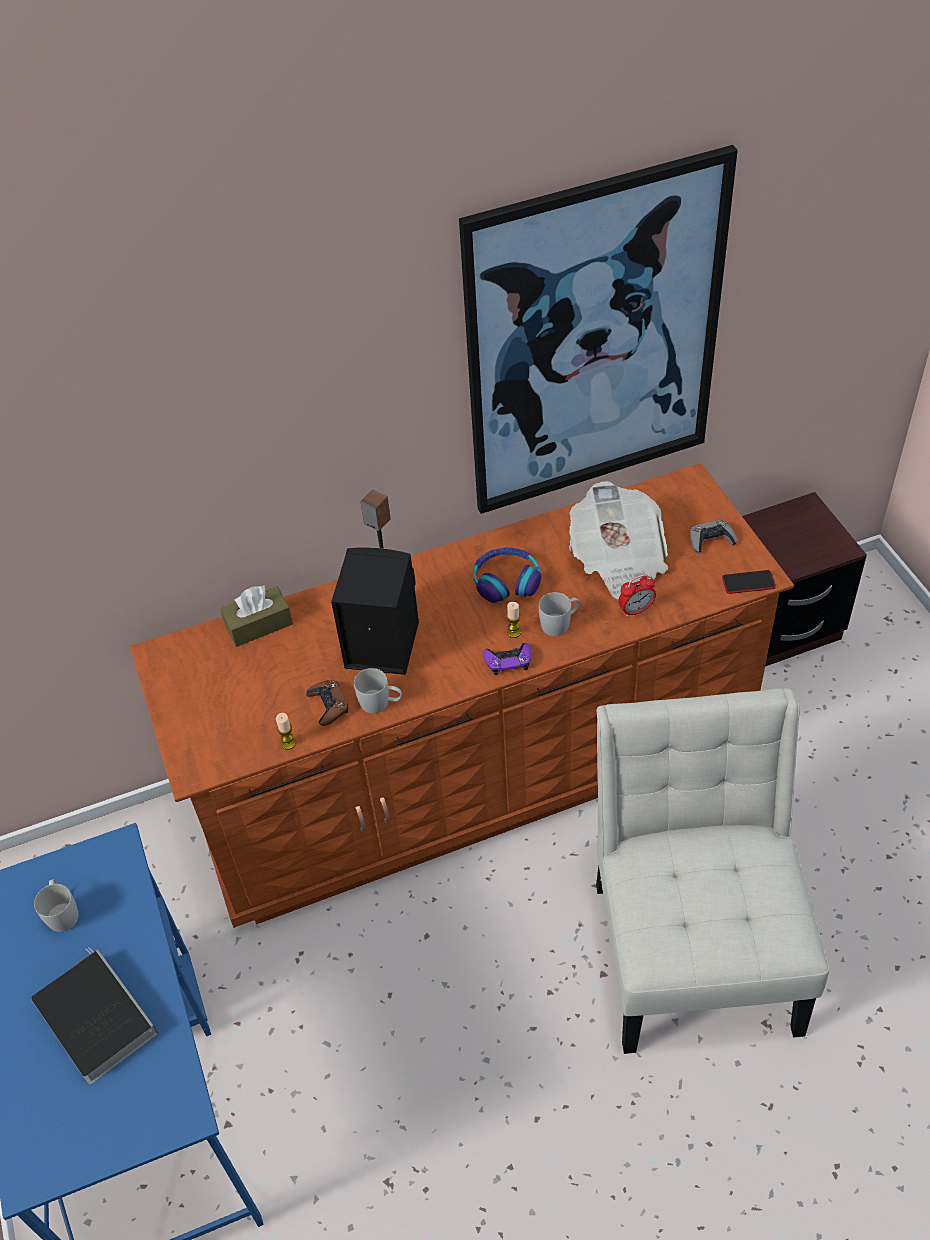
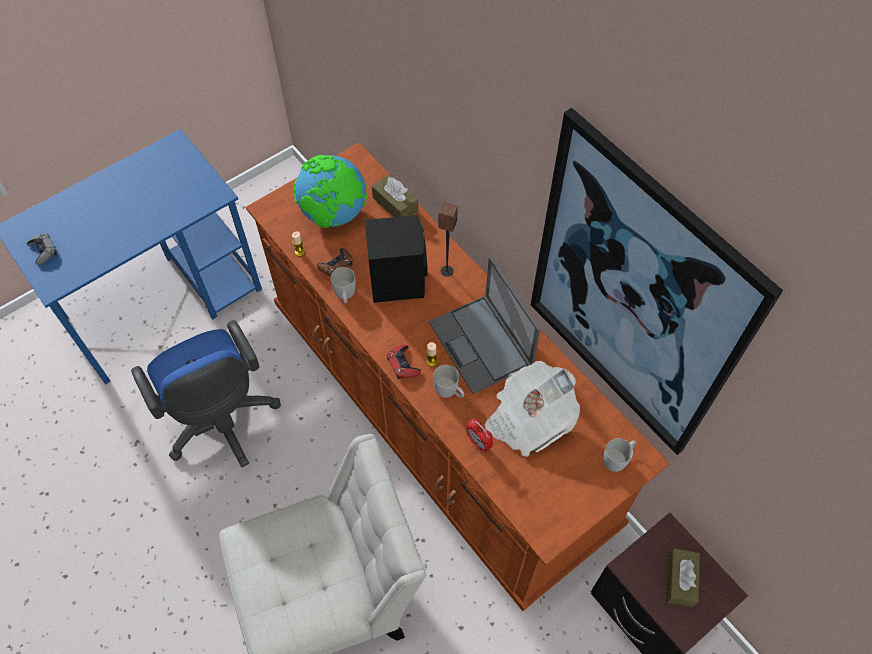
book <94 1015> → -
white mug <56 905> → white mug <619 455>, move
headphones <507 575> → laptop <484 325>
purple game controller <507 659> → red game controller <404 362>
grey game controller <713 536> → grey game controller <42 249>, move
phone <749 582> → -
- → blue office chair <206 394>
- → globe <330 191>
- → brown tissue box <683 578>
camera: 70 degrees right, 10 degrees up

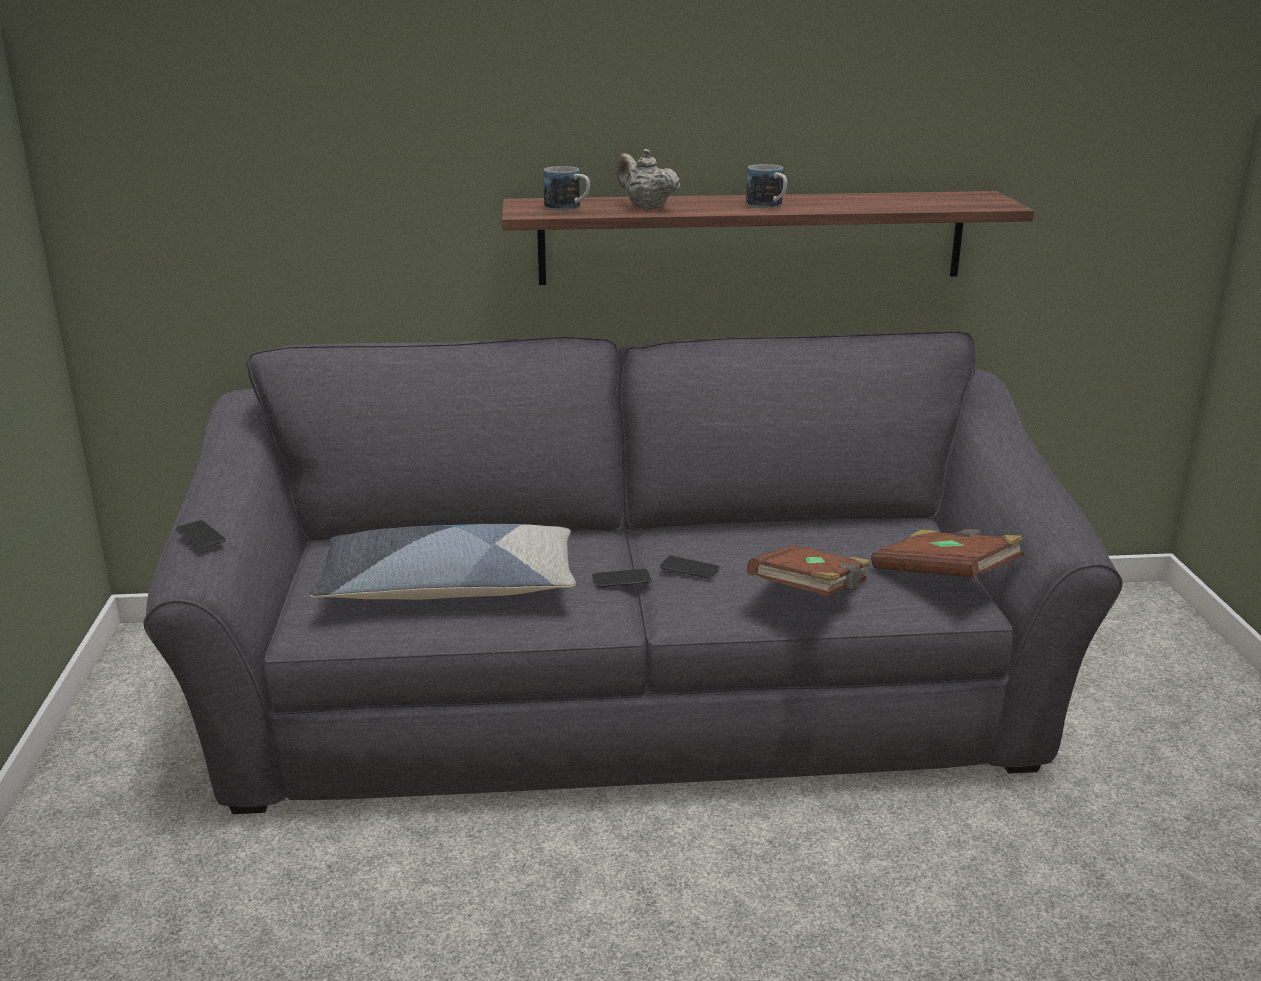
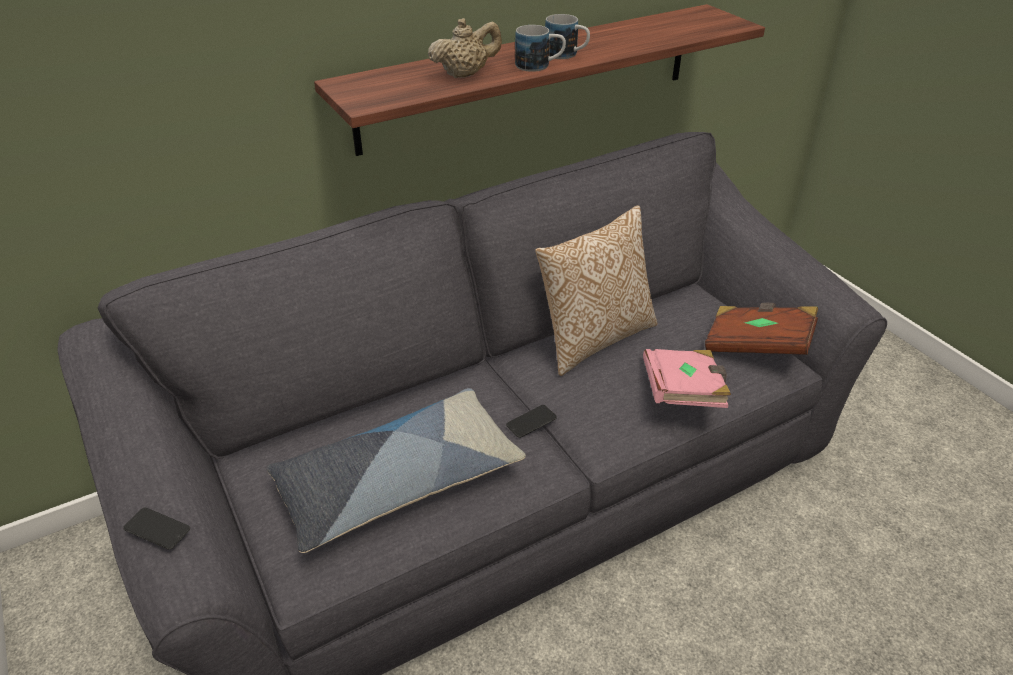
mug <567 188> → mug <540 48>, move
beige teapot <648 179> → beige teapot <465 48>, 135 degrees clockwise
phone <690 567> → -
brown book <809 571> → pink book <687 378>
- → pillow <596 290>
camera: 25 degrees left, 15 degrees up

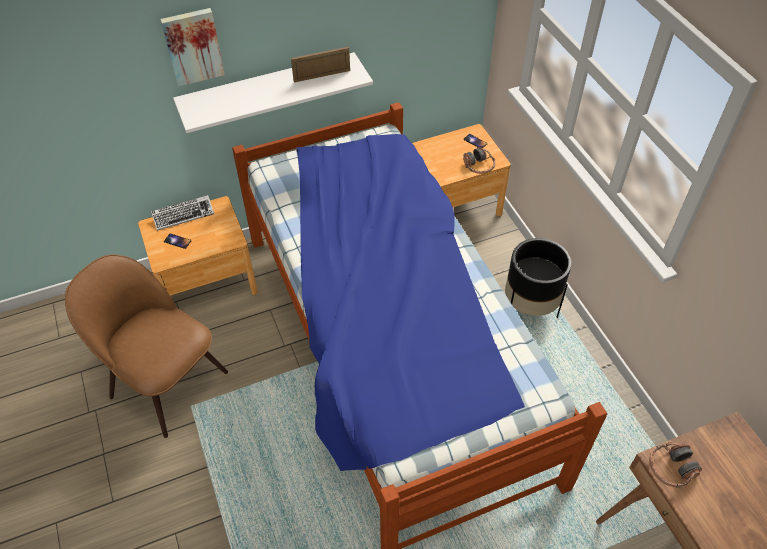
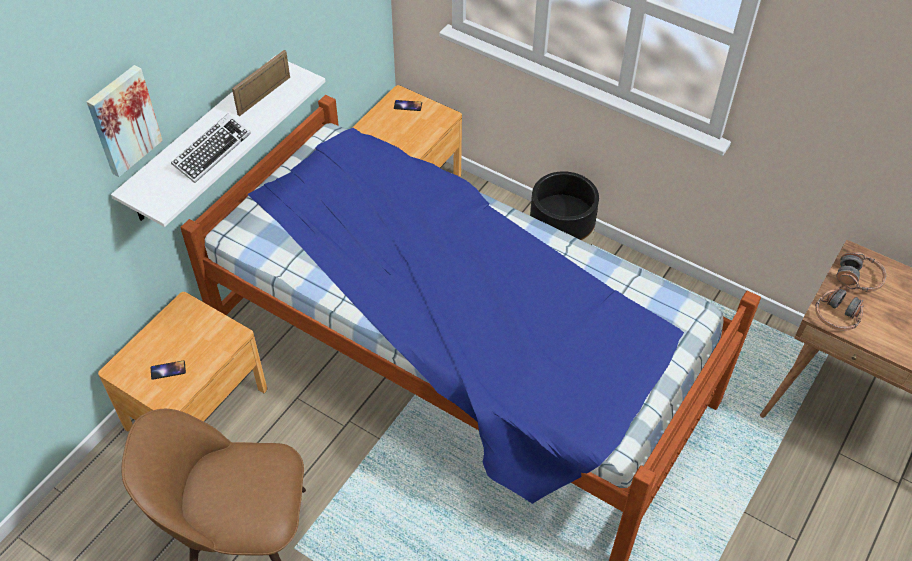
keyboard <182 213> → keyboard <211 148>, move
headphones <479 160> → headphones <861 271>, move
camera: 35 degrees left, 0 degrees up

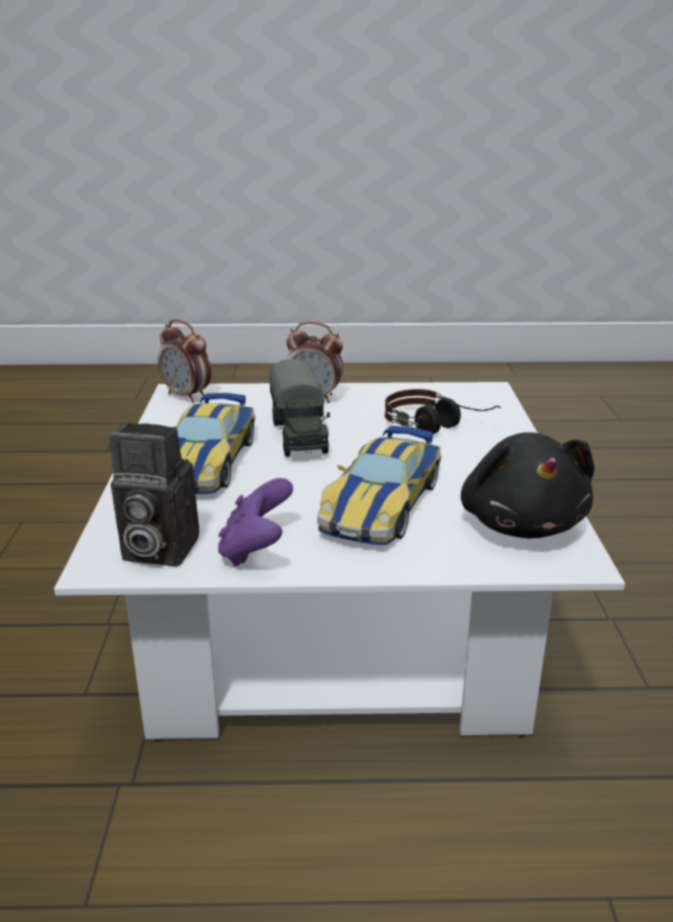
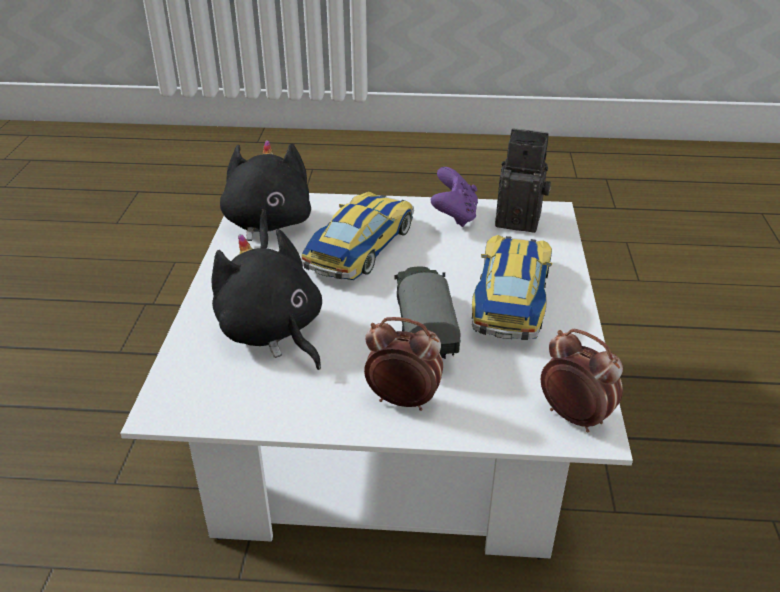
headphones <443 411> → black plush toy <266 299>
camera: 175 degrees left, 10 degrees up

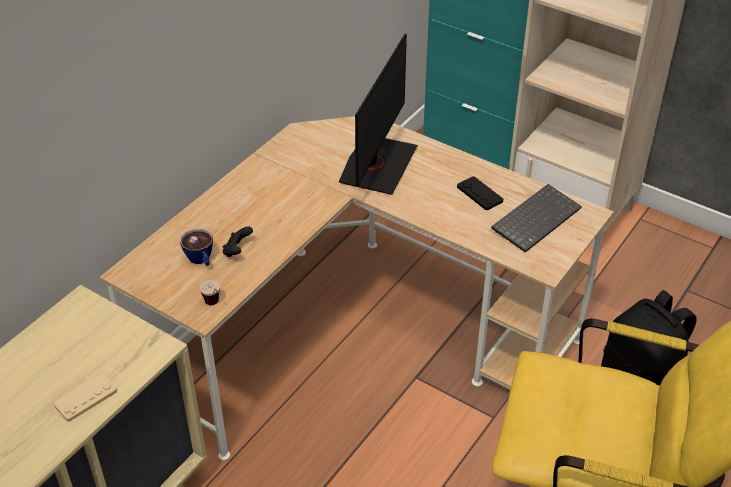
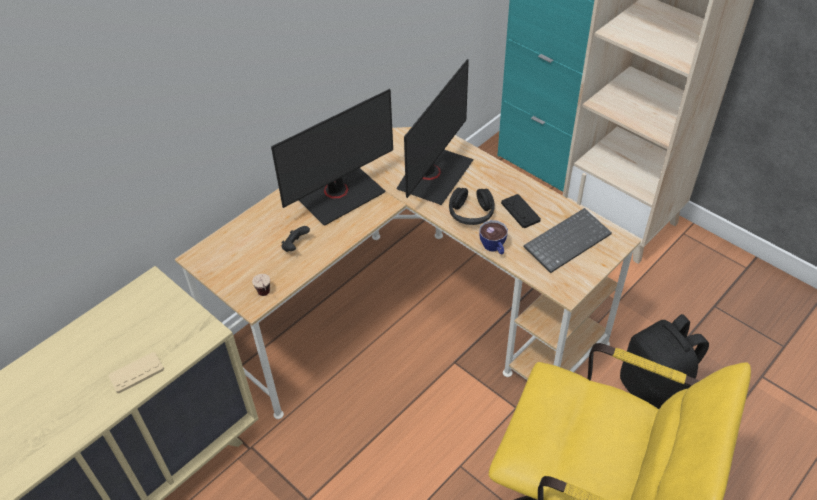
cup <196 247> → cup <493 237>, move
- → monitor <332 157>
- → black headphones <471 206>
camera: 10 degrees right, 5 degrees up

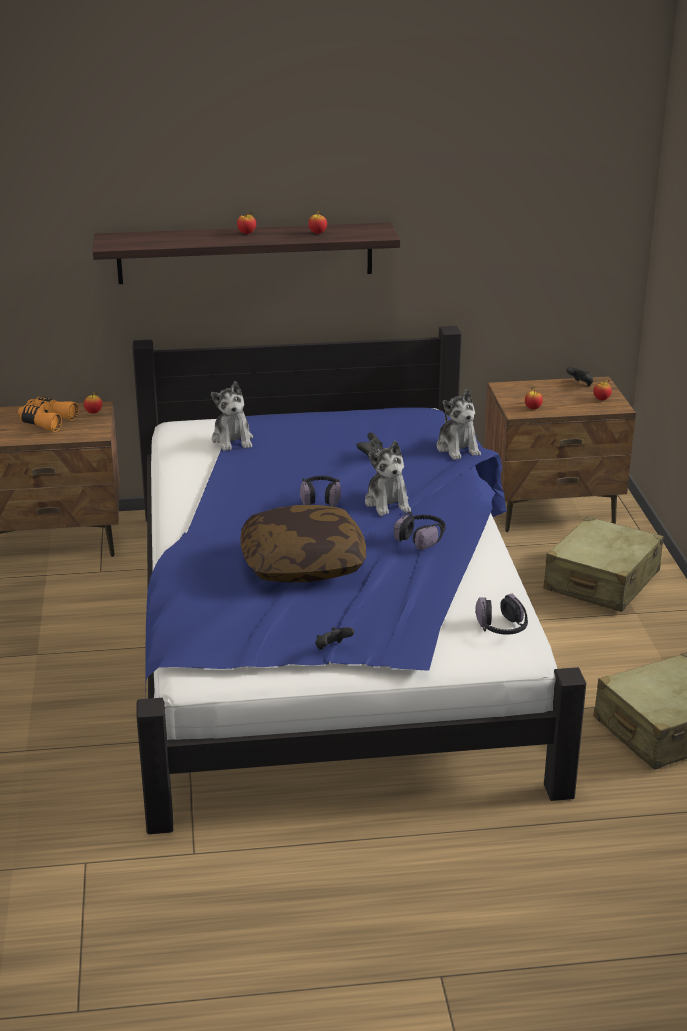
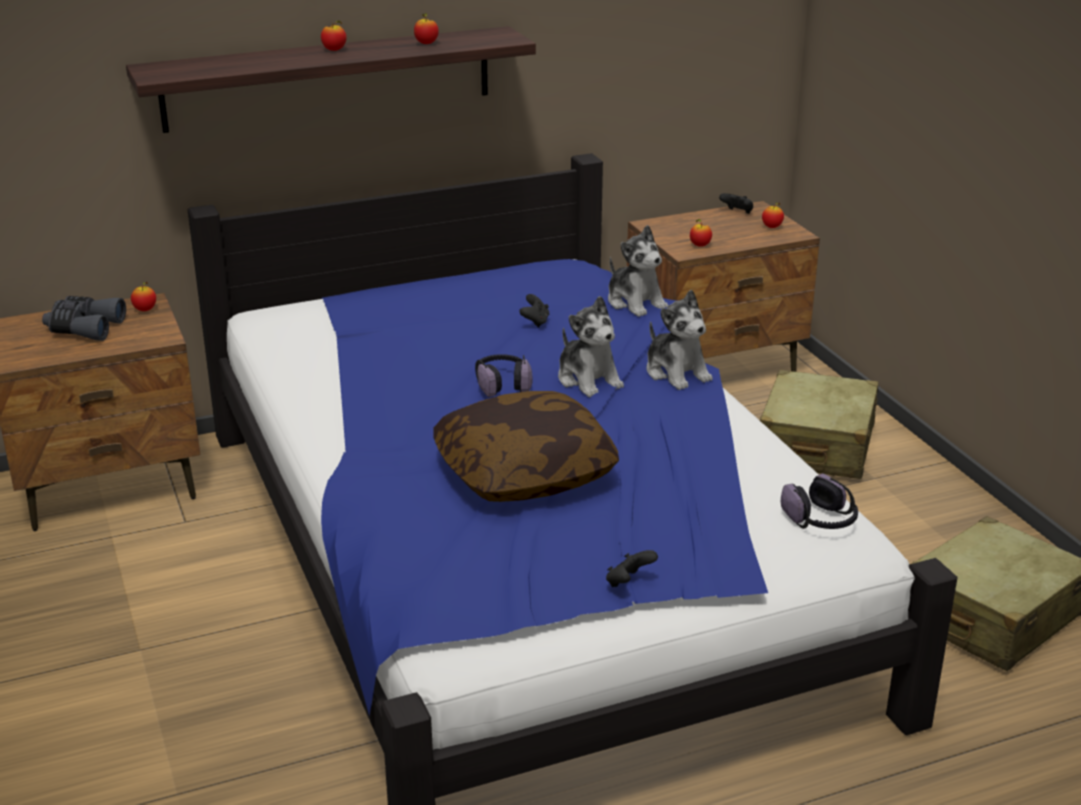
orange binoculars <48 414> → grey binoculars <84 318>
plush toy <232 416> → plush toy <679 340>, move
headphones <420 531> → -
camera: 15 degrees left, 0 degrees up

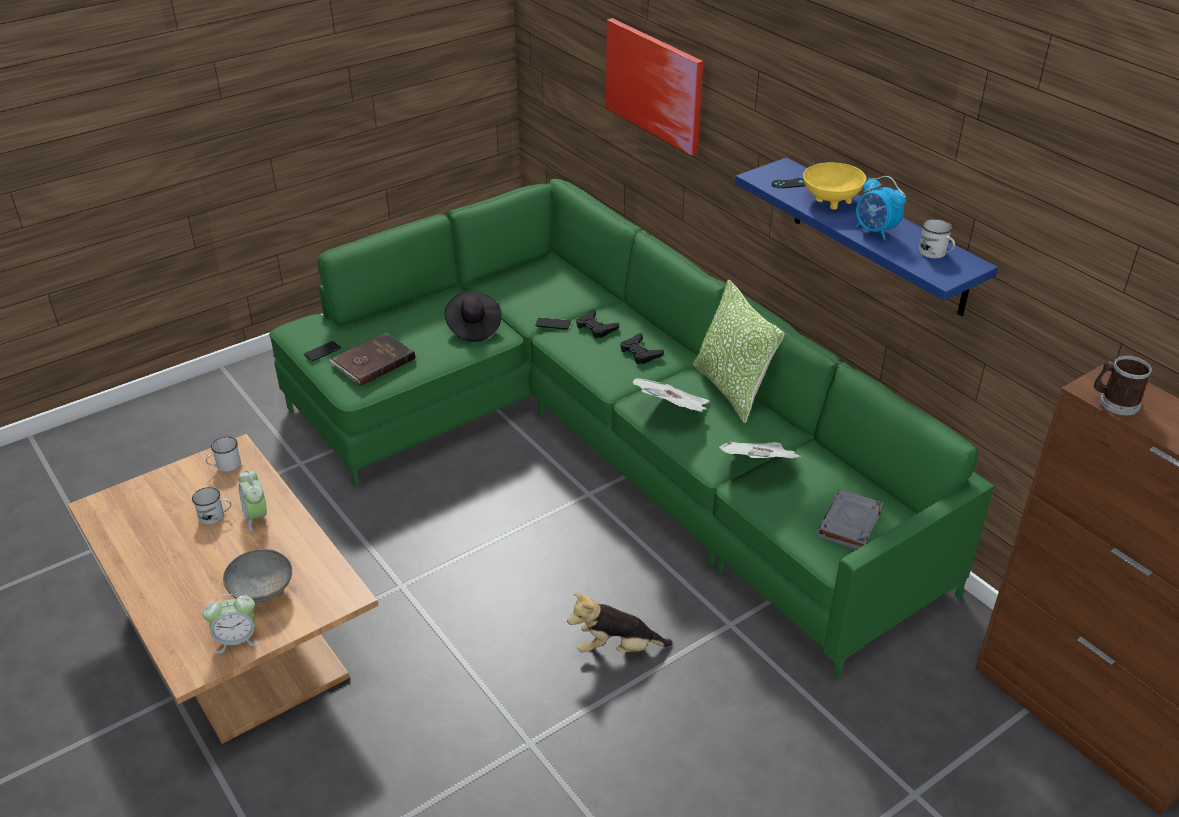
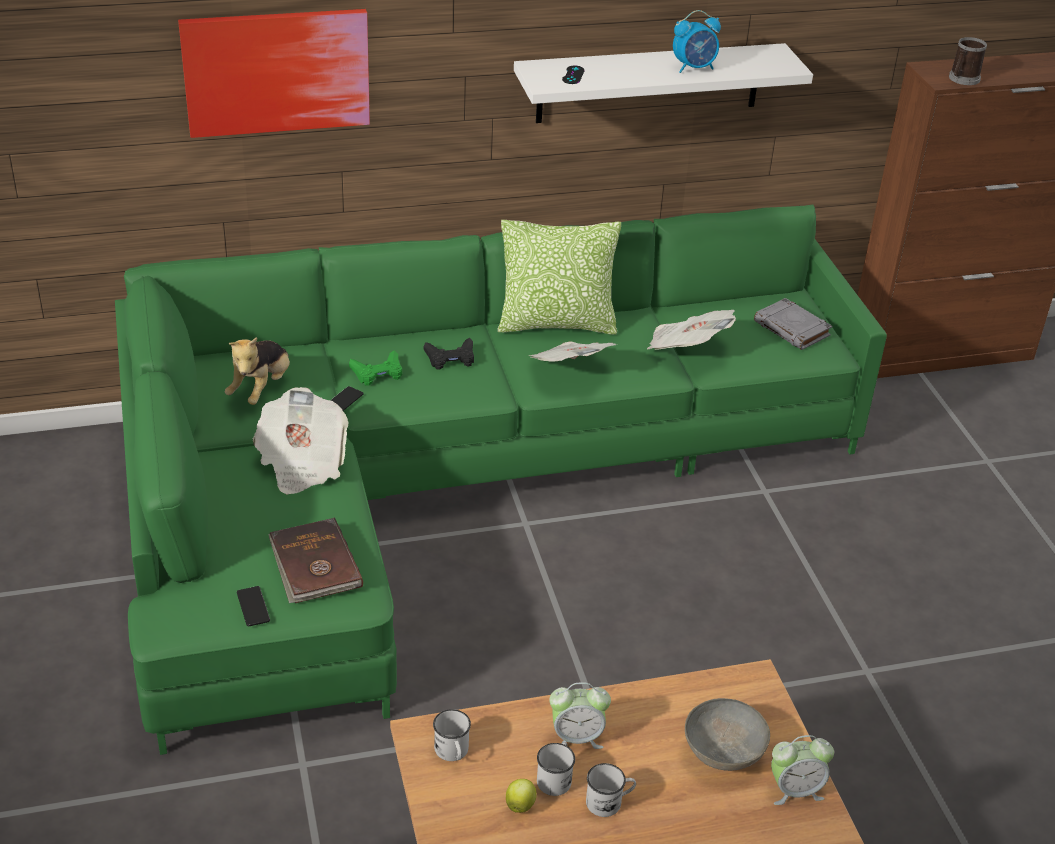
alarm clock <230 623> → alarm clock <802 770>, 75 degrees clockwise
black hat <473 316> → newspaper <301 441>
plush toy <620 623> → plush toy <257 371>, move
black game controller <597 324> → green game controller <375 368>
blue shelf <866 237> → white shelf <663 83>
yellow bowl <834 186> → -
white mug <937 238> → white mug <611 790>, move
- → apple <521 796>
camera: 70 degrees left, 0 degrees up

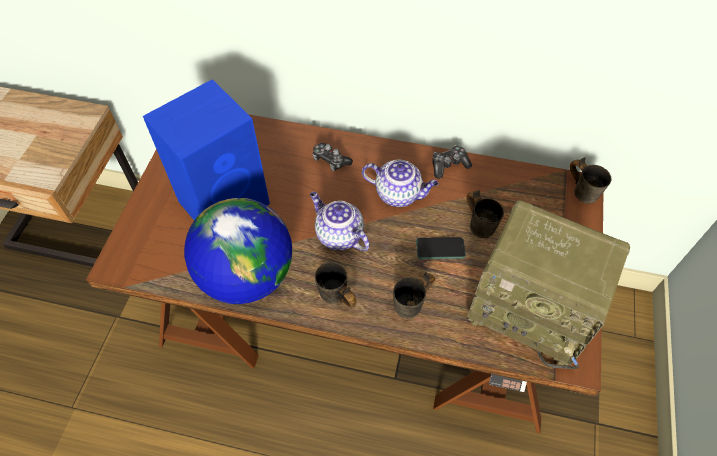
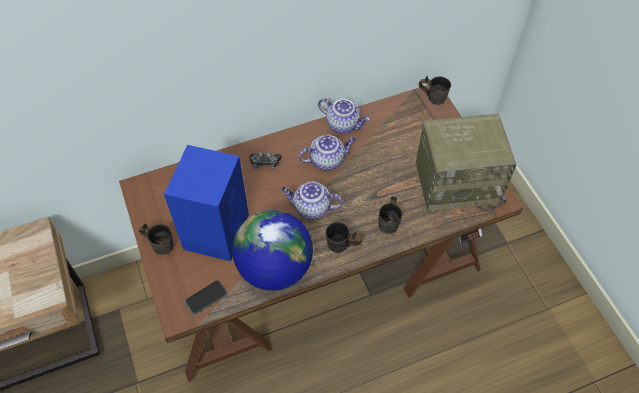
phone <441 248> → phone <206 297>, move
game controller <452 162> → teapot <344 116>
grey mug <485 214> → grey mug <156 239>, move
camera: 35 degrees left, 0 degrees up

